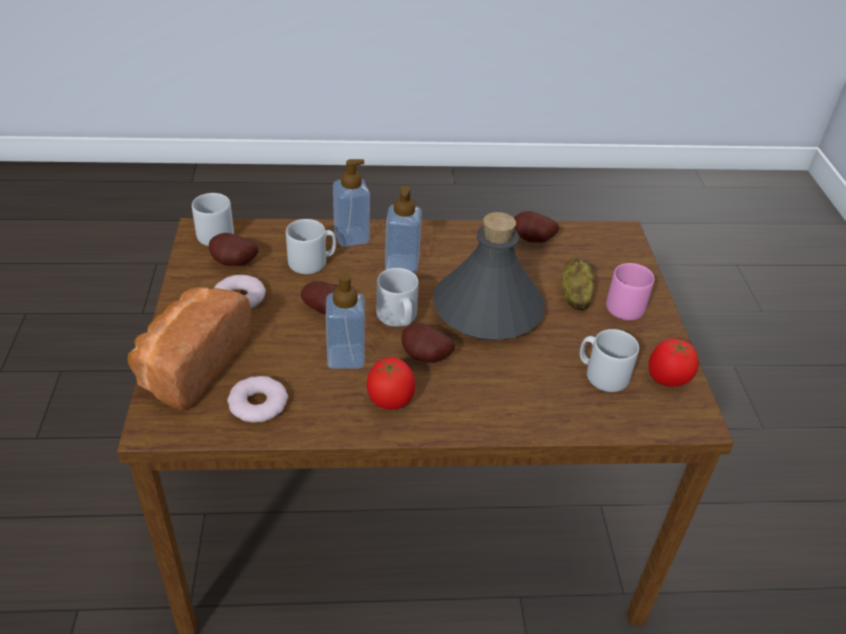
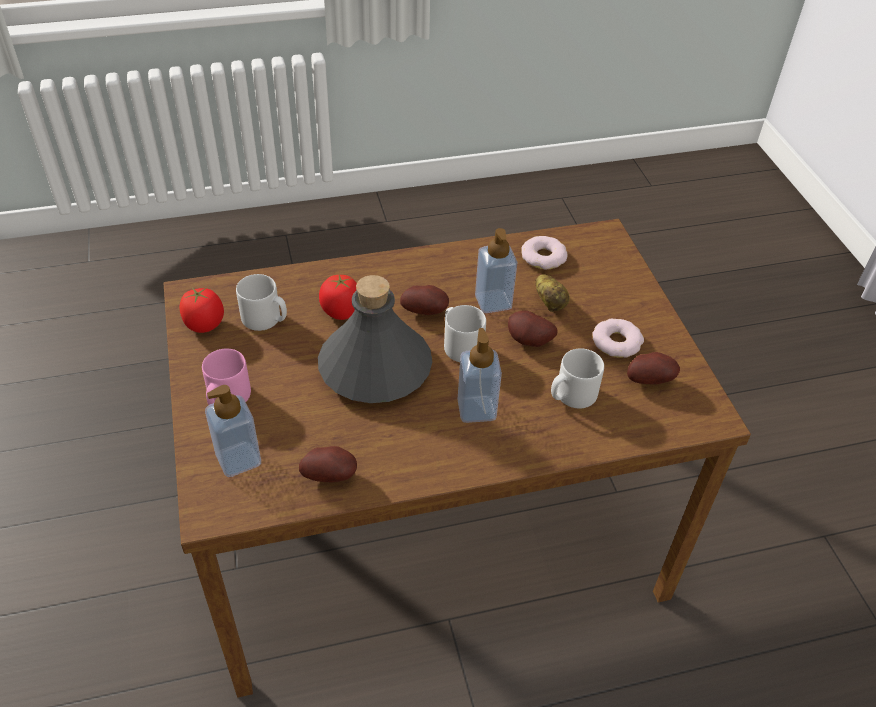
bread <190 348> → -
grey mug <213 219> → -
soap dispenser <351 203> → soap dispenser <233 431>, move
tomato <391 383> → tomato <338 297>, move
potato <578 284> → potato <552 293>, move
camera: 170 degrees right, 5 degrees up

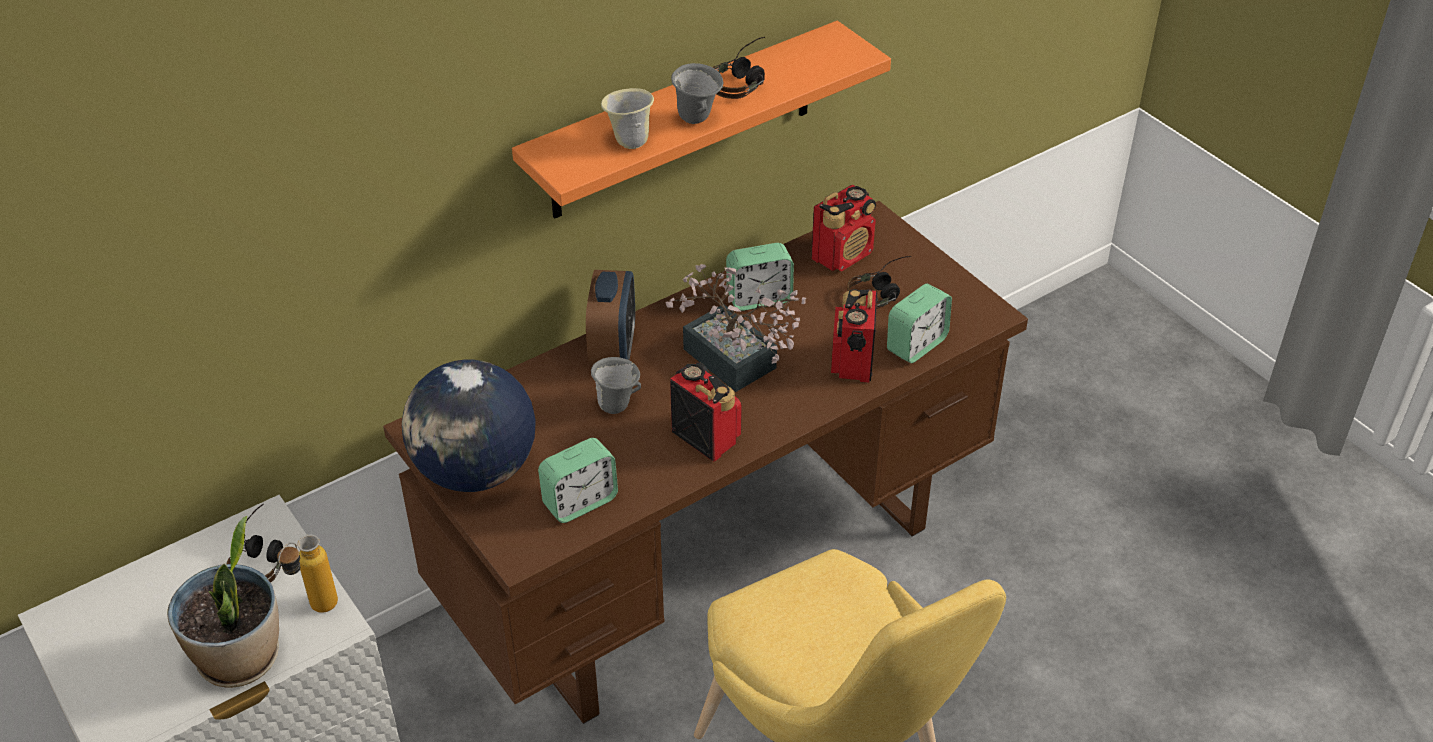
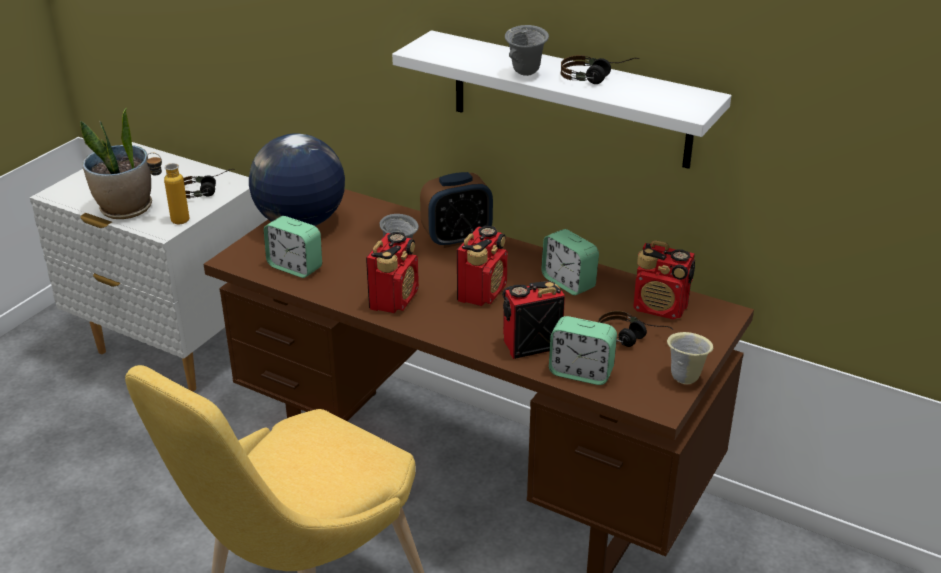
orange shelf <701 119> → white shelf <561 99>
beige mug <627 118> → beige mug <690 358>, move
potted plant <736 328> → radio <482 266>
camera: 65 degrees right, 10 degrees down

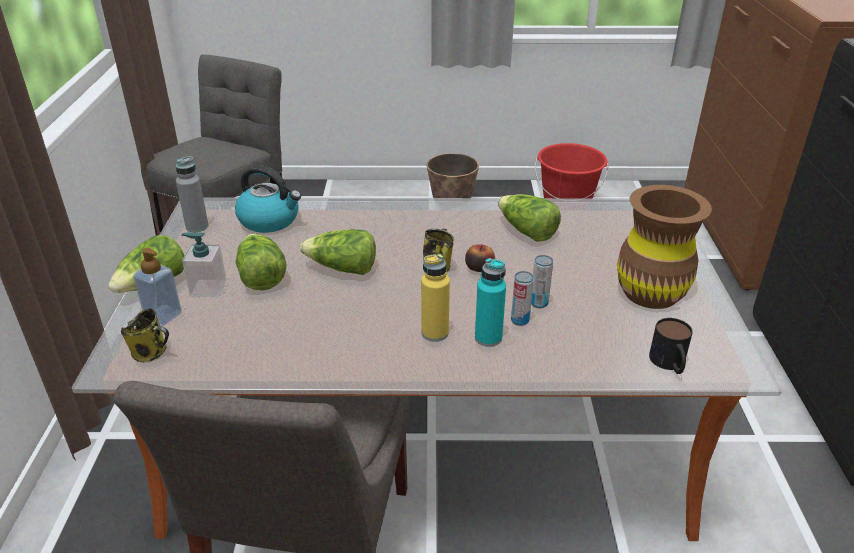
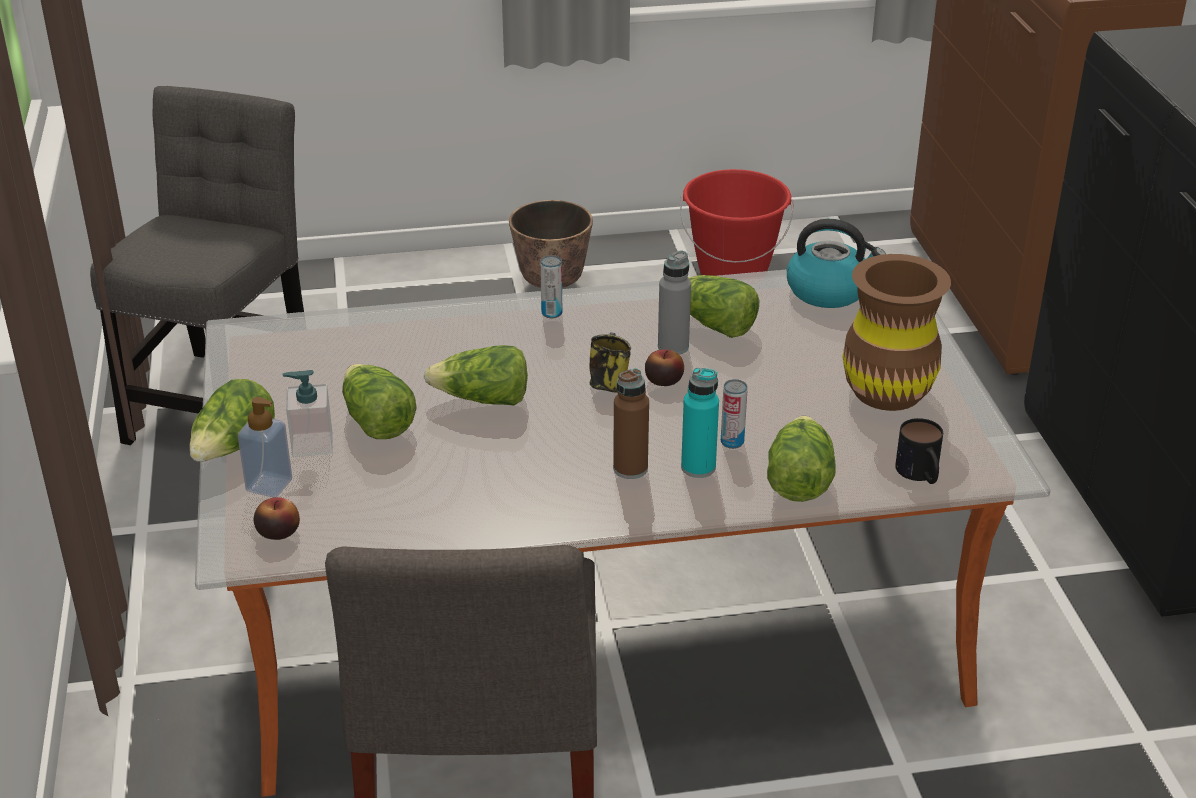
mug <145 335> → apple <277 518>
grey bottle <192 194> → grey bottle <674 302>, move
kettle <268 199> → kettle <836 263>, move
yellow bottle <435 298> → brown bottle <631 423>
can <542 281> → can <551 286>, move
- → lettuce <801 459>
camera: 10 degrees left, 0 degrees up

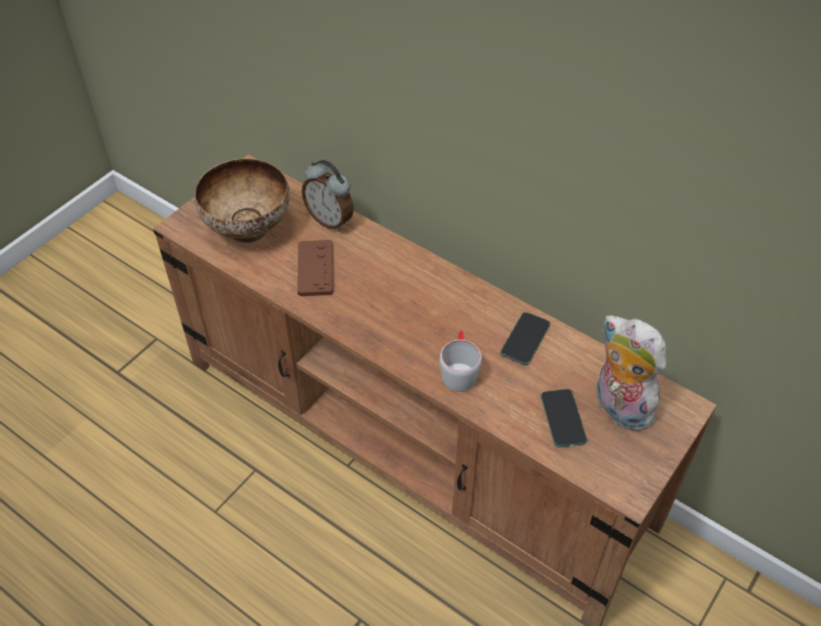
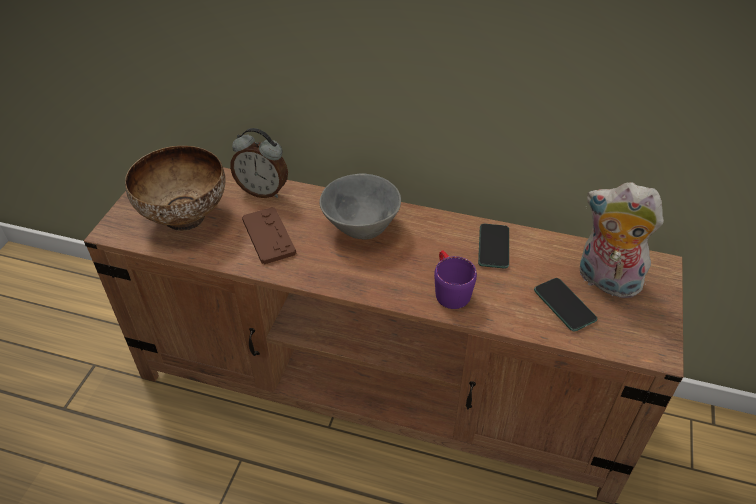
grey mug <461 361> → purple mug <455 279>
- → grey bowl <360 206>
camera: 20 degrees left, 5 degrees down

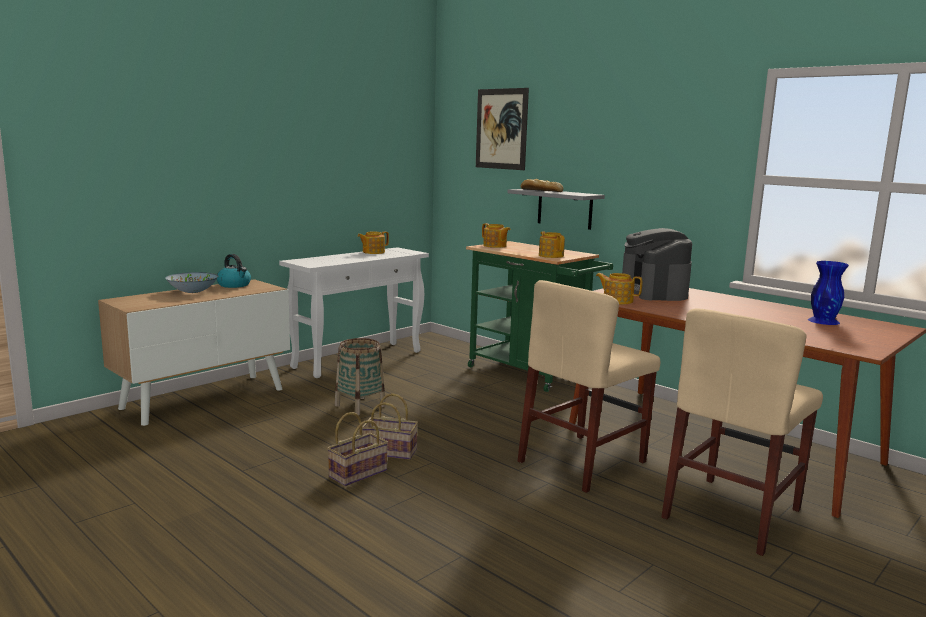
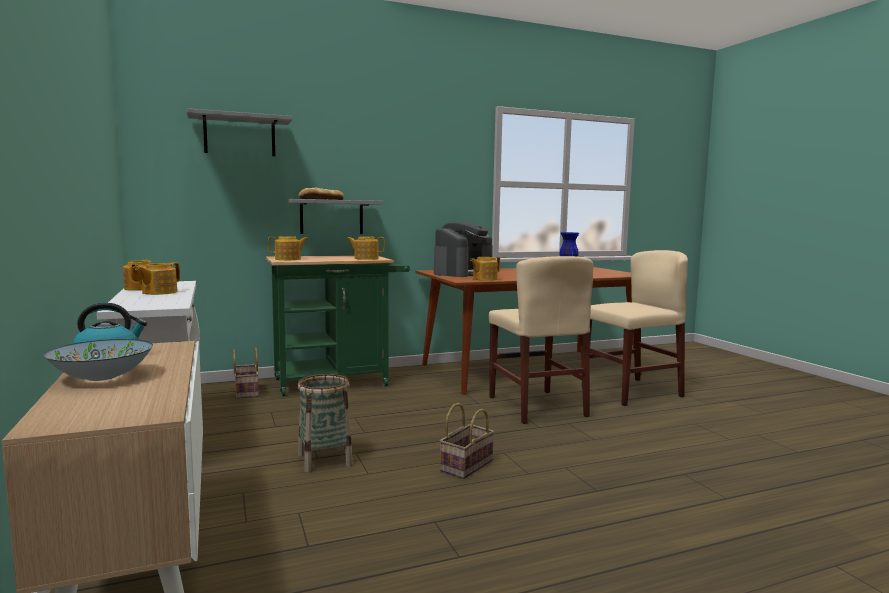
basket <357 449> → basket <246 373>, move
picture <502 129> → grey shelf <239 132>
coffee machine <657 264> → coffee machine <463 249>, 75 degrees counterclockwise
beige chair <742 432> → beige chair <639 328>, 90 degrees counterclockwise
- → teapot <157 278>
camera: 65 degrees left, 5 degrees down

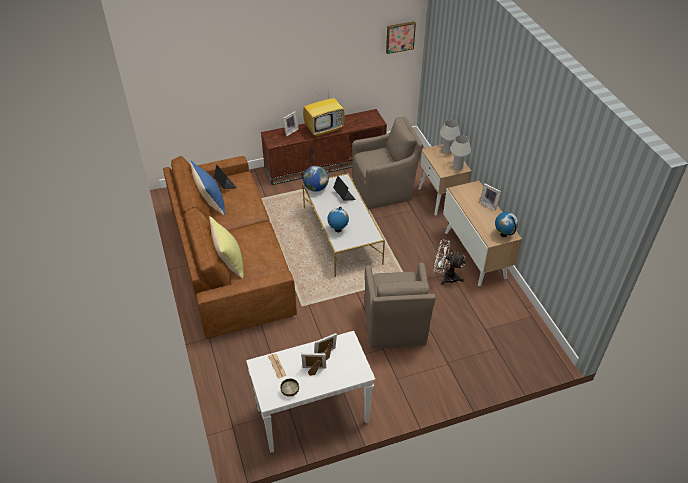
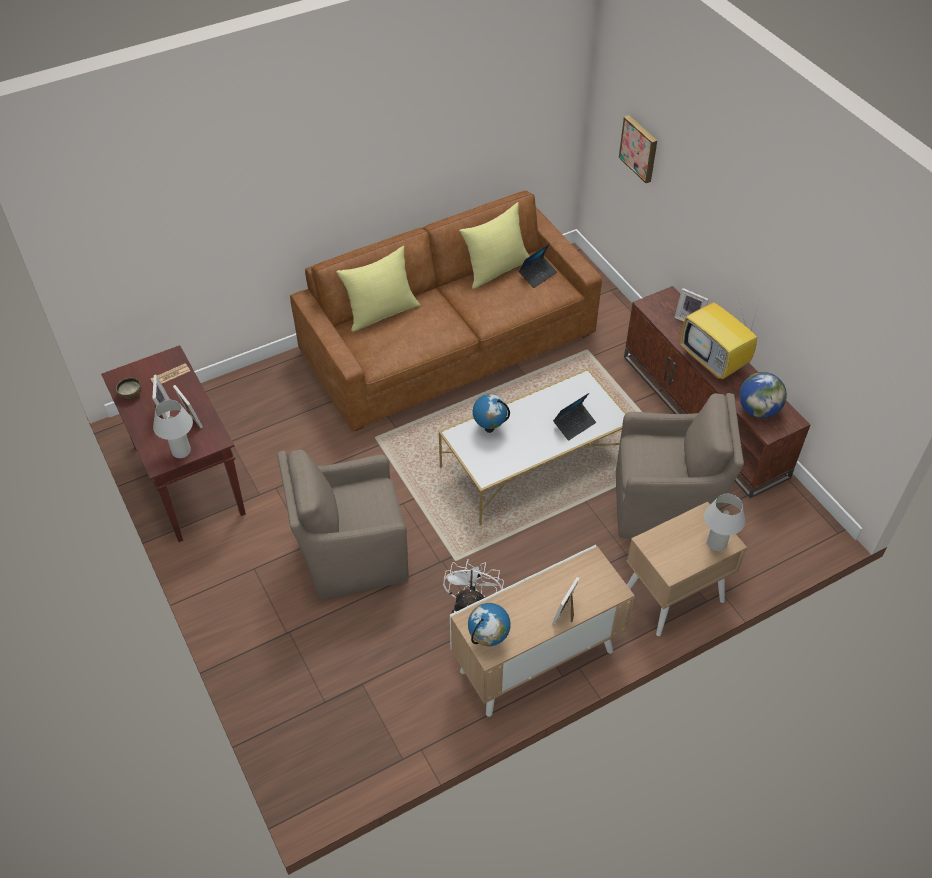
blue pillow <207 187> → yellow pillow <494 245>
white console table <310 392> → brown console table <173 443>
globe <316 179> → globe <763 395>, move
brown armchair <387 163> → brown armchair <680 466>, 60 degrees counterclockwise
picture <401 37> → picture <638 149>, move
white table lamp <460 152> → white table lamp <173 429>, move
camera: 80 degrees right, 5 degrees up

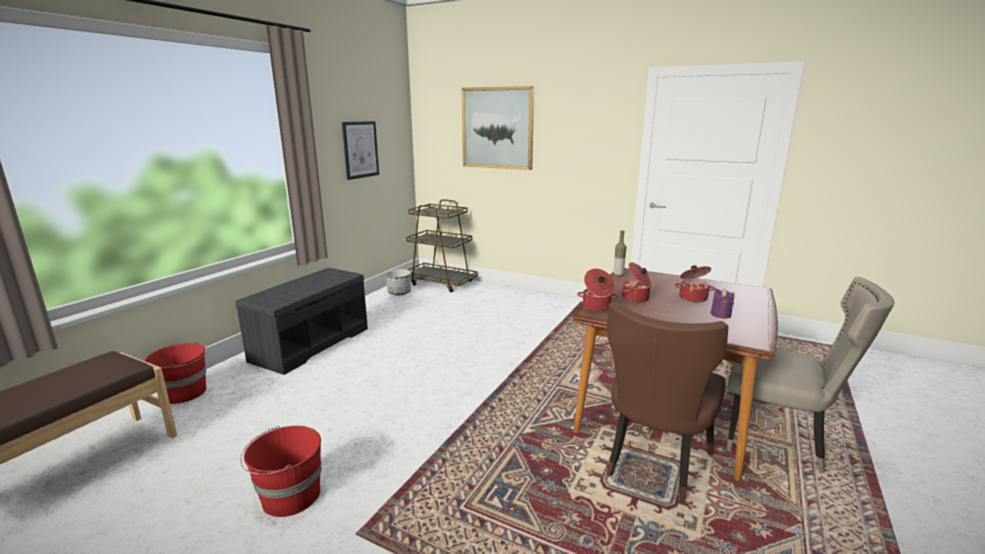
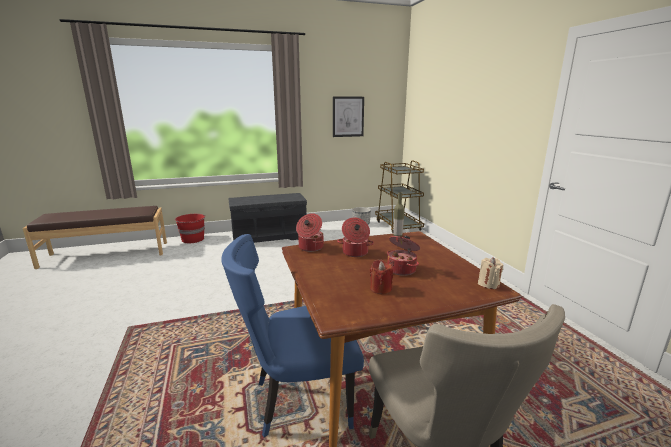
red bucket <281 471> → -
picture <498 128> → -
brown chair <667 402> → blue chair <293 335>
purple candle <722 304> → red candle <381 277>
- → beige candle <490 273>
camera: 45 degrees right, 0 degrees up

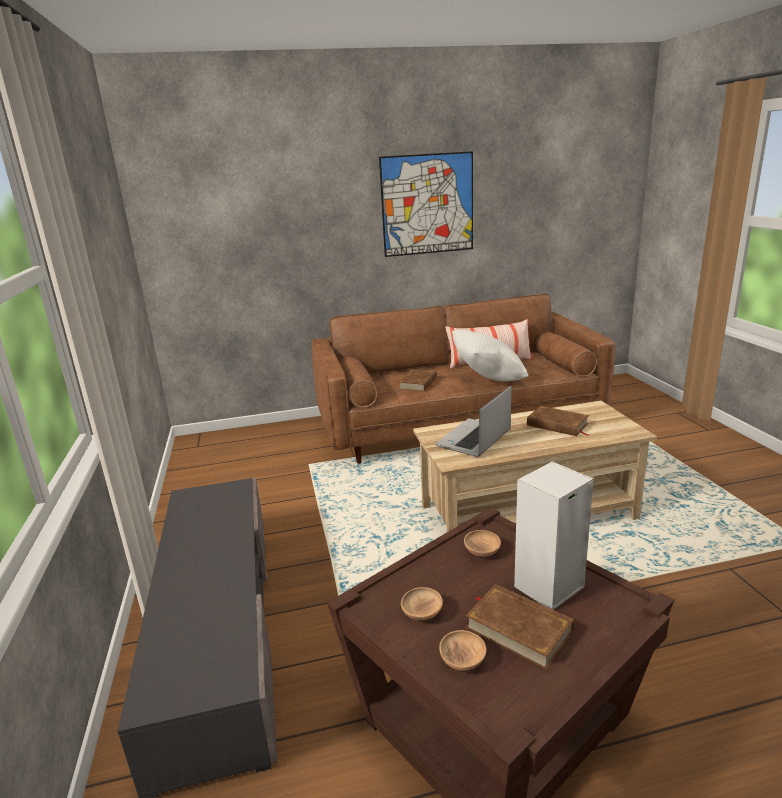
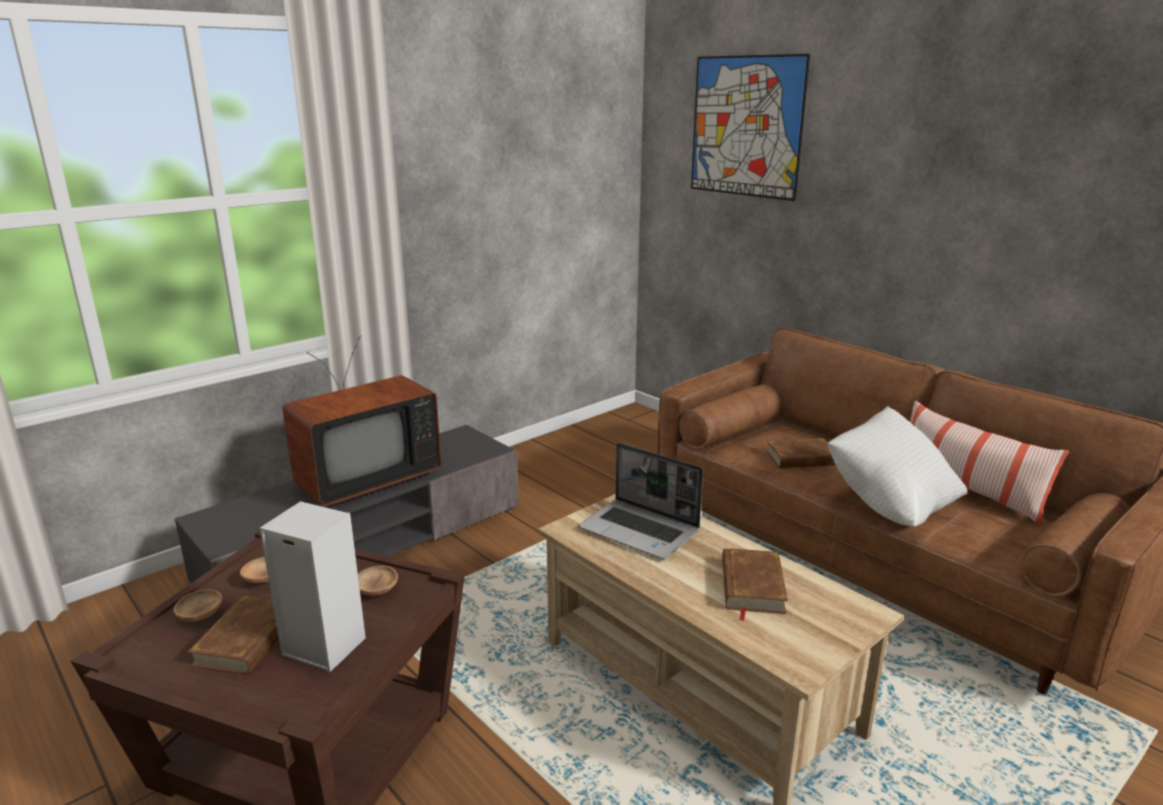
picture <426 204> → picture <750 127>, move
laptop <474 421> → laptop <641 501>, 150 degrees counterclockwise
- → television <361 421>
camera: 60 degrees right, 0 degrees up

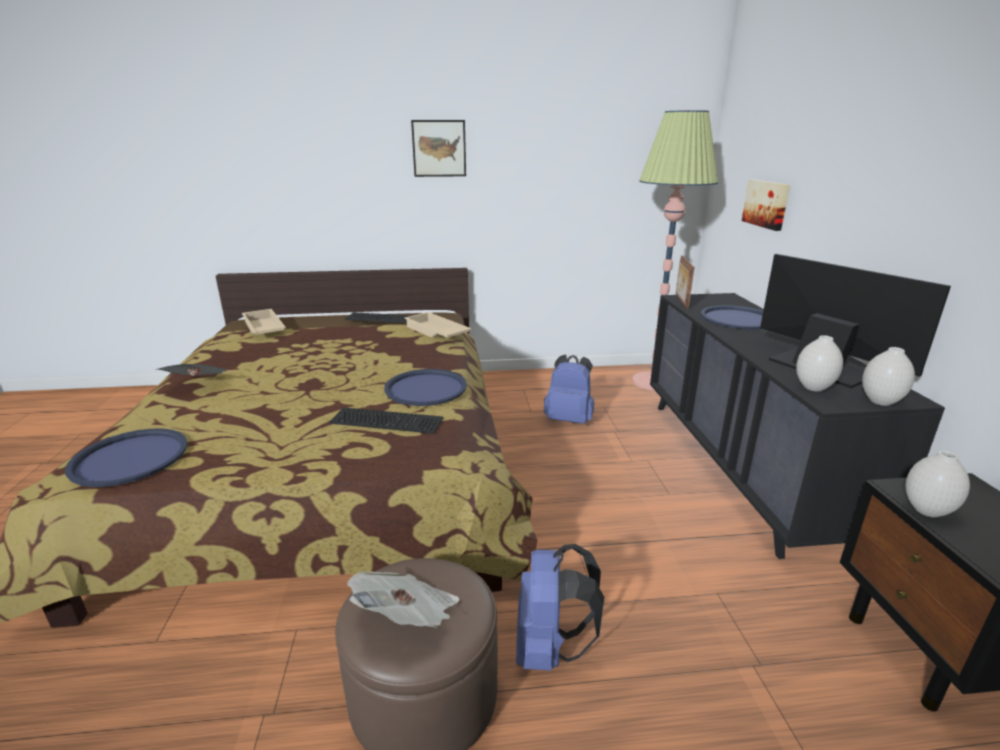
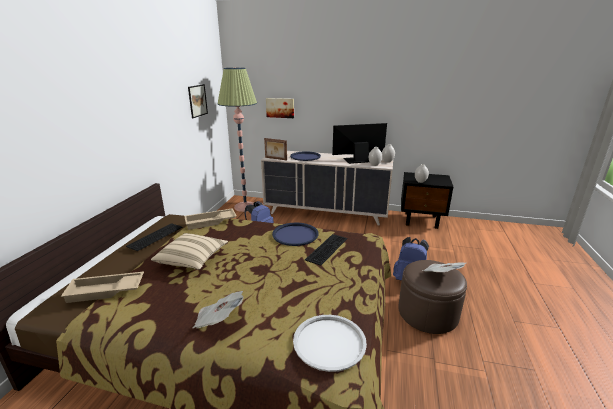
blue tray <126 457> → white tray <330 343>
picture <438 148> → picture <198 101>, move
black dresser <797 426> → beige dresser <327 188>
- → beige pillow <189 251>
camera: 70 degrees left, 0 degrees up

